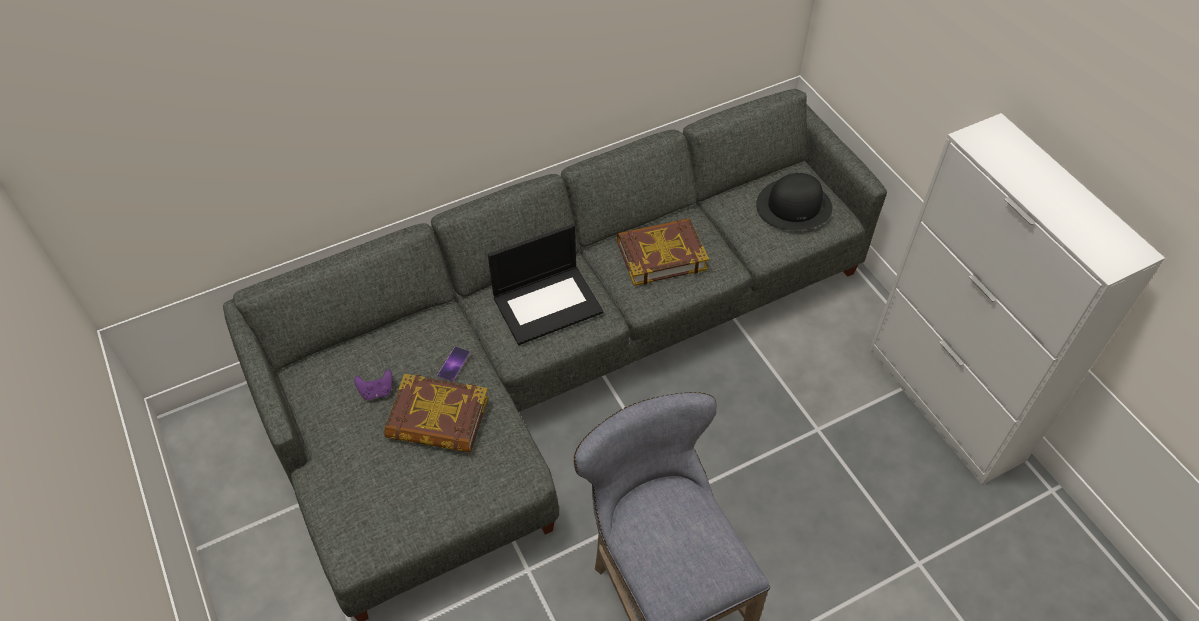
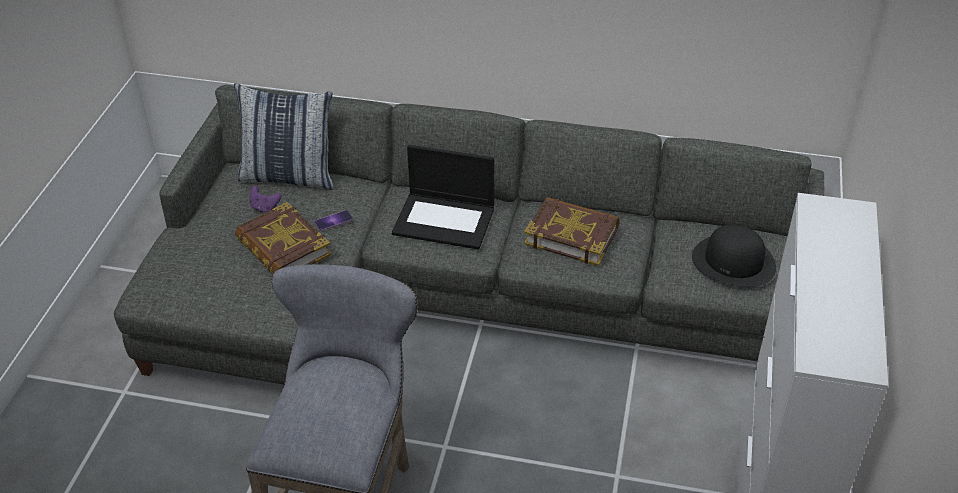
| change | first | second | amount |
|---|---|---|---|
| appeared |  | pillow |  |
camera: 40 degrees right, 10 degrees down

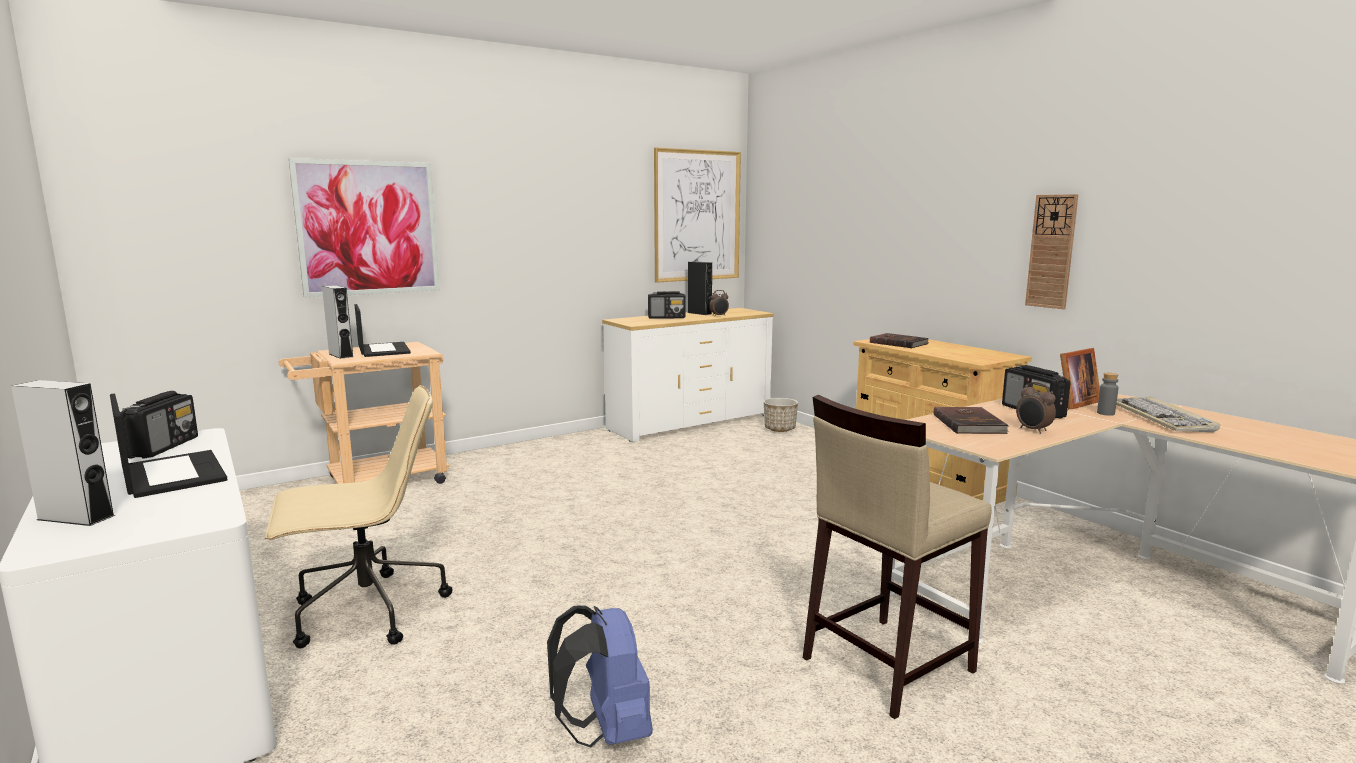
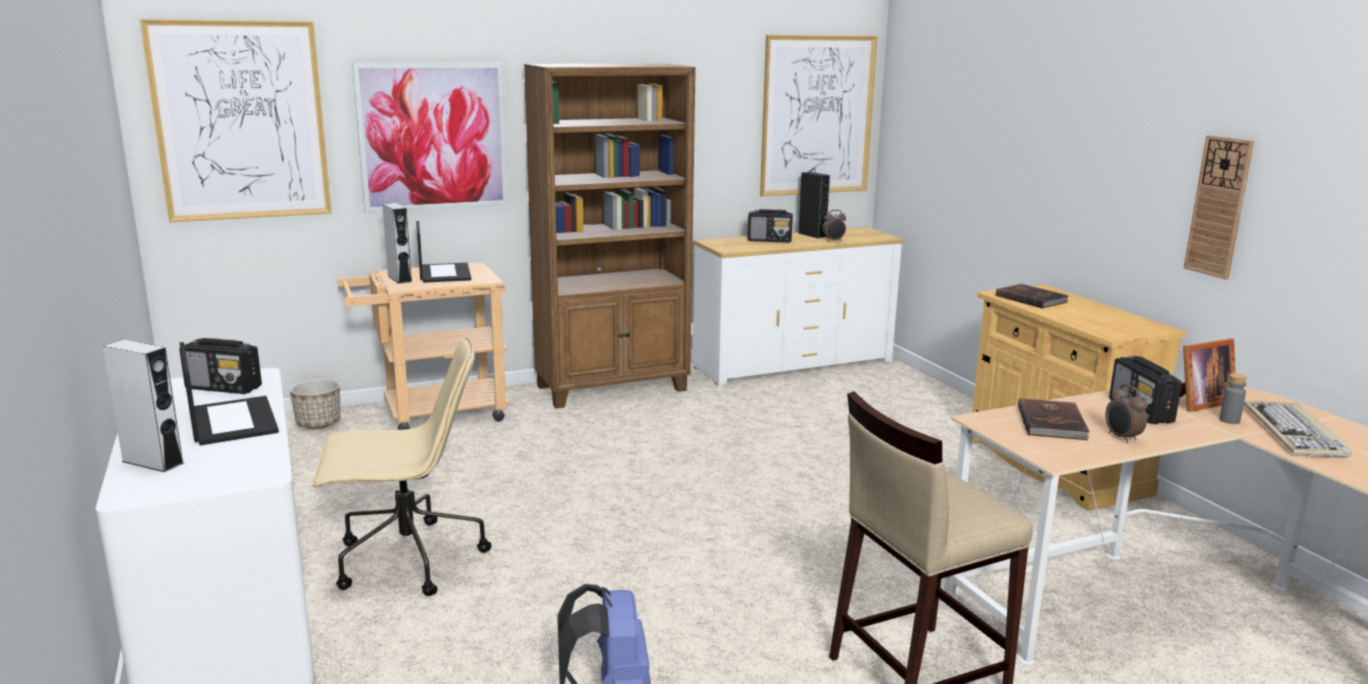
| change | first | second | amount |
|---|---|---|---|
| spun | radio (no. 1 from left) |  | 90 degrees clockwise |
| relocated | planter |  |  |
| appeared |  | picture (no. 1 from left) |  |
| appeared |  | brown bookcase |  |
camera: 10 degrees right, 5 degrees up

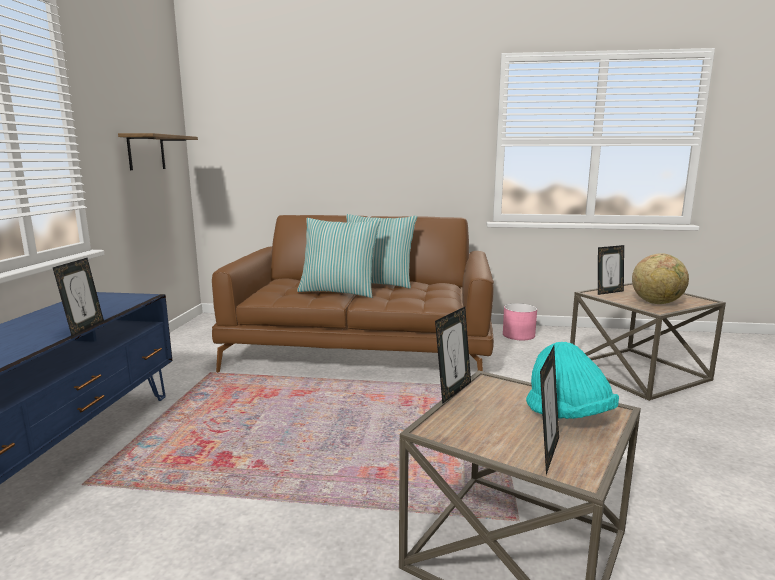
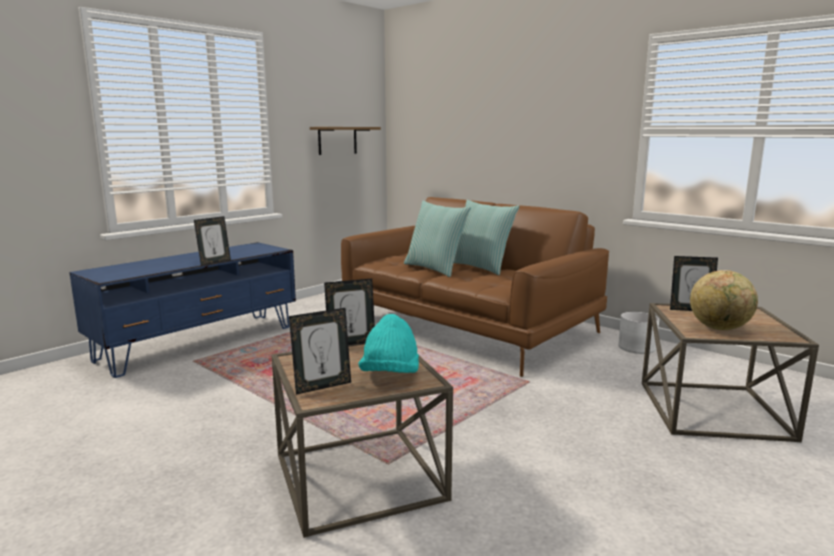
| change | first | second | amount |
|---|---|---|---|
| colour | pink planter | white planter |  |
camera: 35 degrees right, 0 degrees up

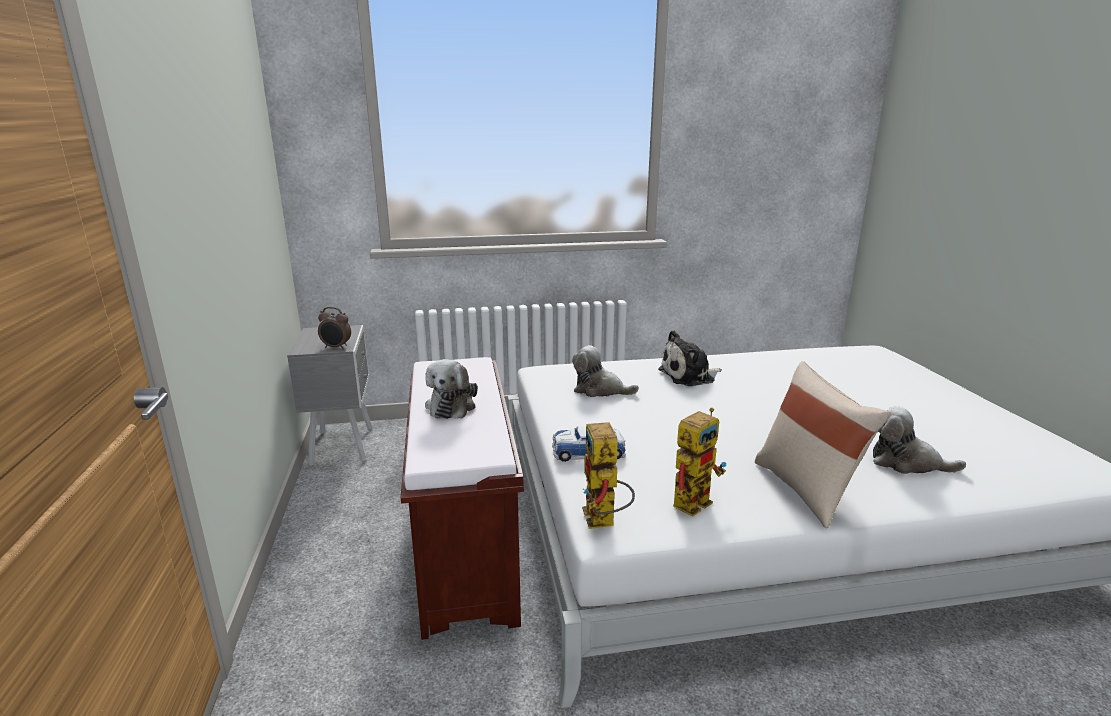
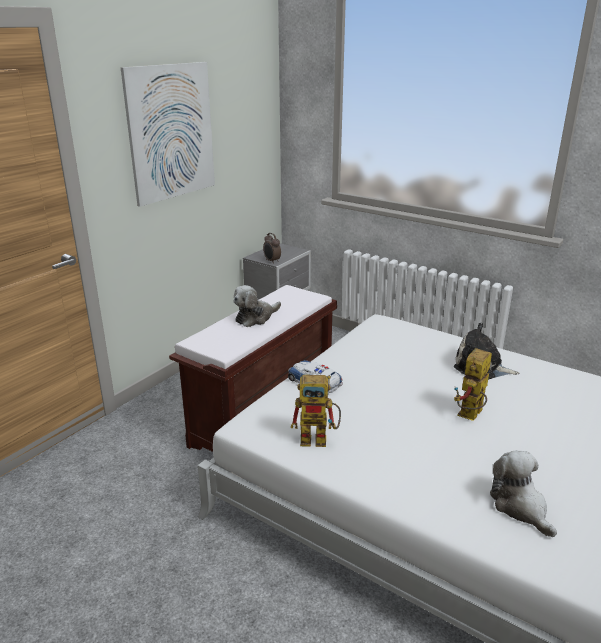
| change | first | second | amount |
|---|---|---|---|
| missing | plush toy (no. 2 from left) |  |  |
| relocated | toy robot (no. 1 from left in the first image) | toy robot (no. 2 from left) |  |
| missing | beige pillow |  |  |
| appeared |  | picture |  |
camera: 45 degrees right, 5 degrees up

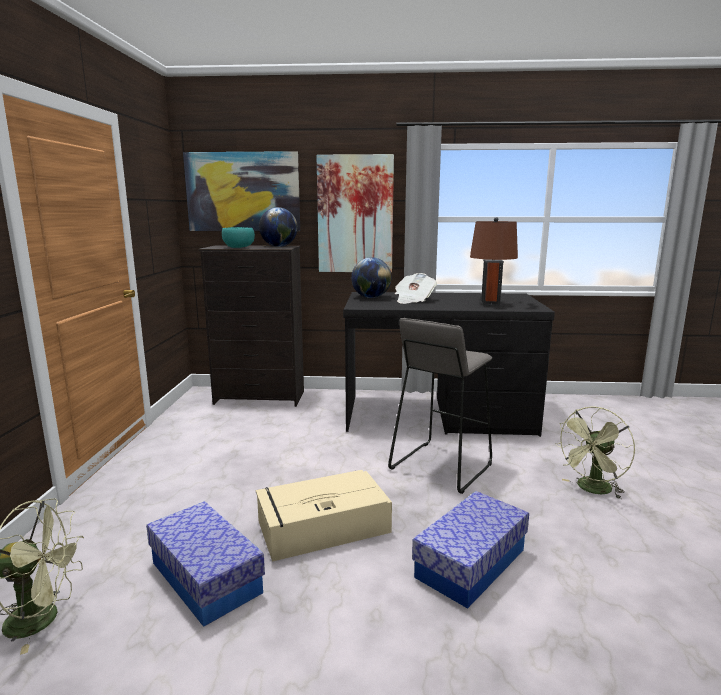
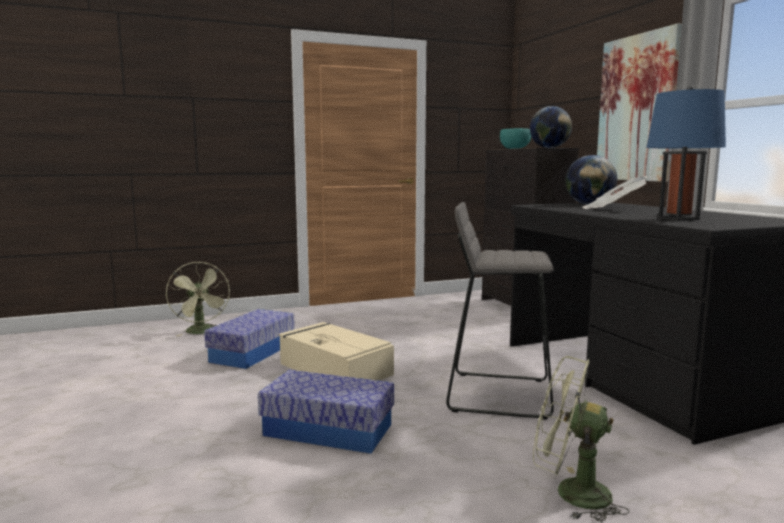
| change | first | second | amount |
|---|---|---|---|
| missing | picture (no. 1 from left) |  |  |
| colour | brown table lamp | blue table lamp |  |
camera: 65 degrees right, 5 degrees down

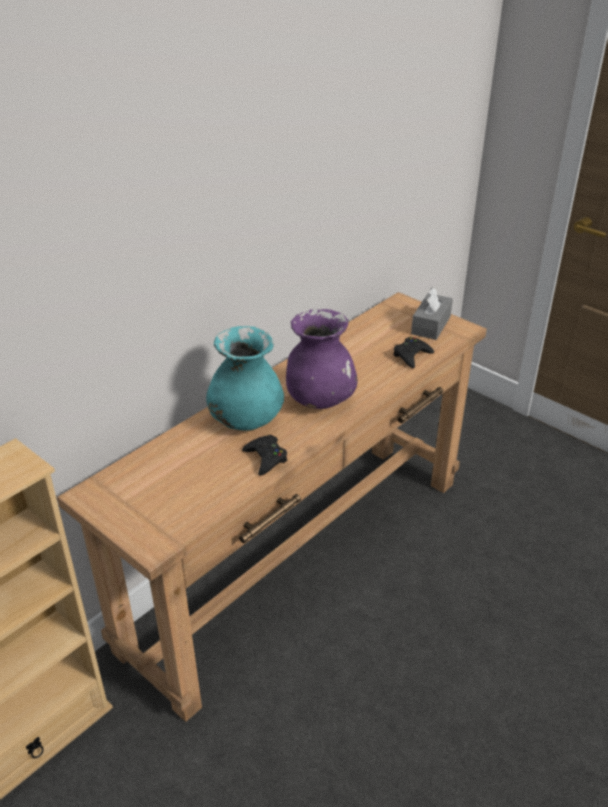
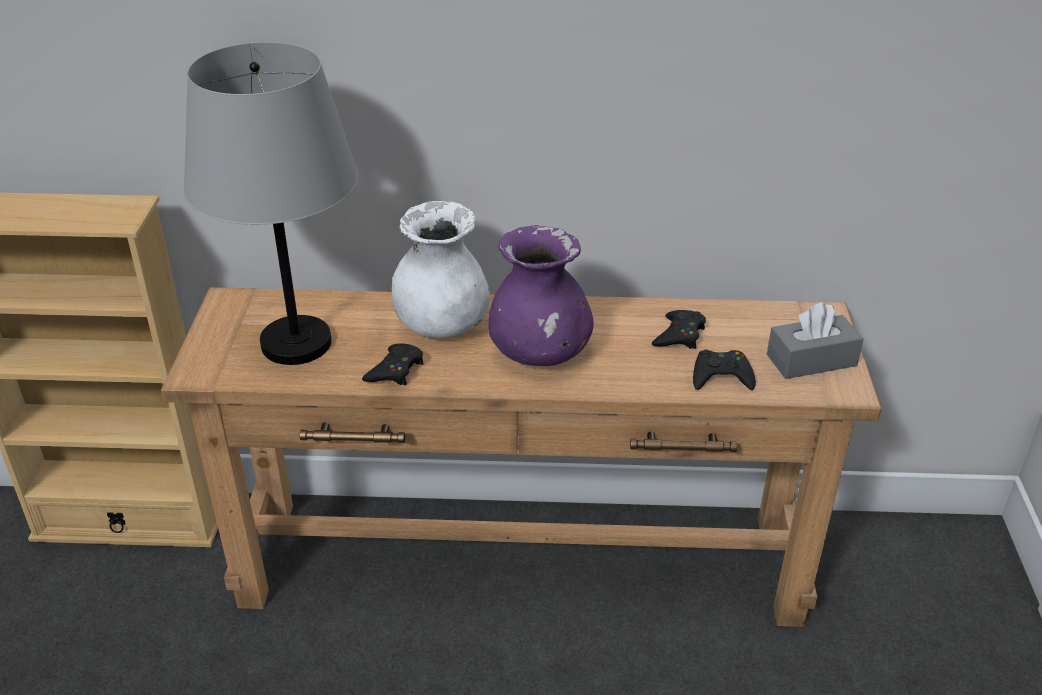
| change | first | second | amount |
|---|---|---|---|
| colour | turquoise vase | white vase |  |
| appeared |  | grey table lamp |  |
| appeared |  | black game controller (no. 2 from left) |  |
camera: 50 degrees right, 0 degrees up

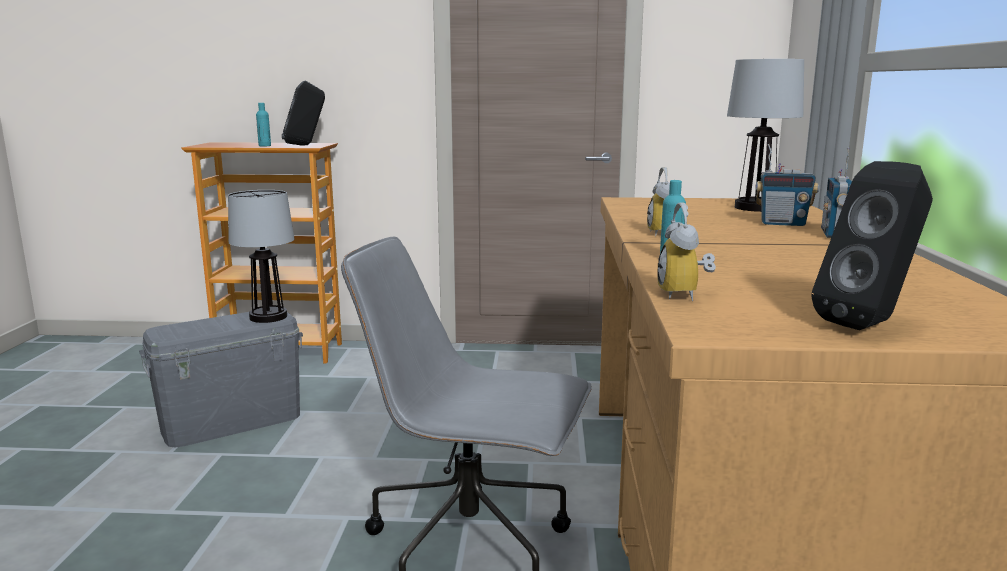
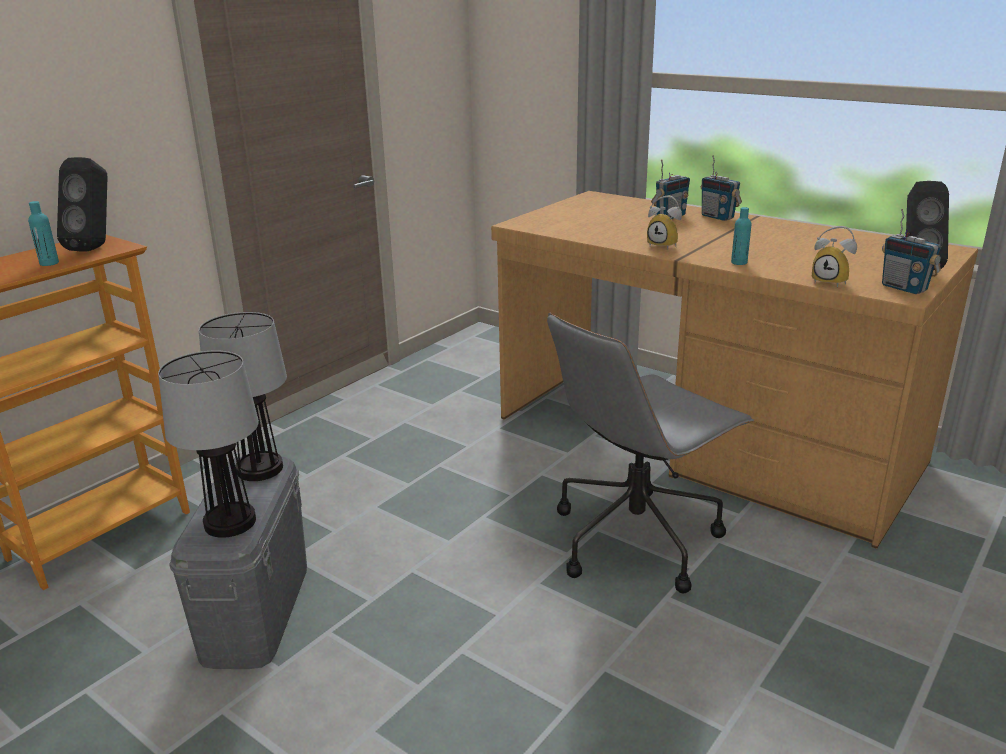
| change | first | second | amount |
|---|---|---|---|
| relocated | table lamp (no. 2 from left in the first image) | table lamp (no. 1 from left) |  |
| appeared |  | radio (no. 3 from left) |  |
camera: 55 degrees left, 10 degrees up

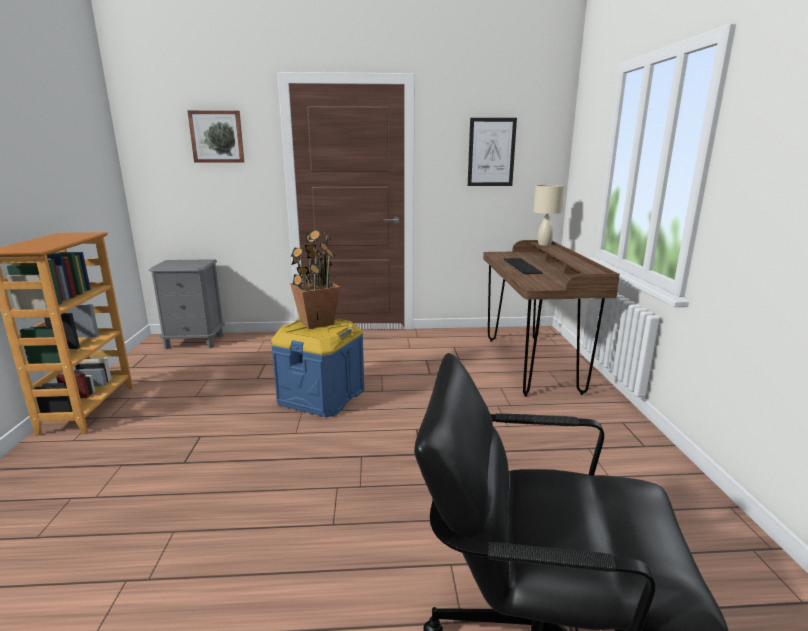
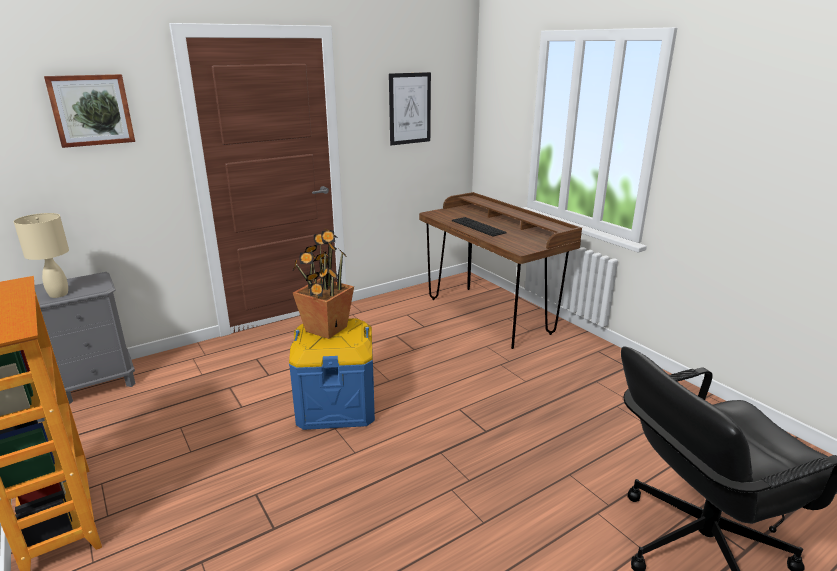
| change | first | second | amount |
|---|---|---|---|
| relocated | beige table lamp |  |  |
camera: 30 degrees left, 5 degrees up

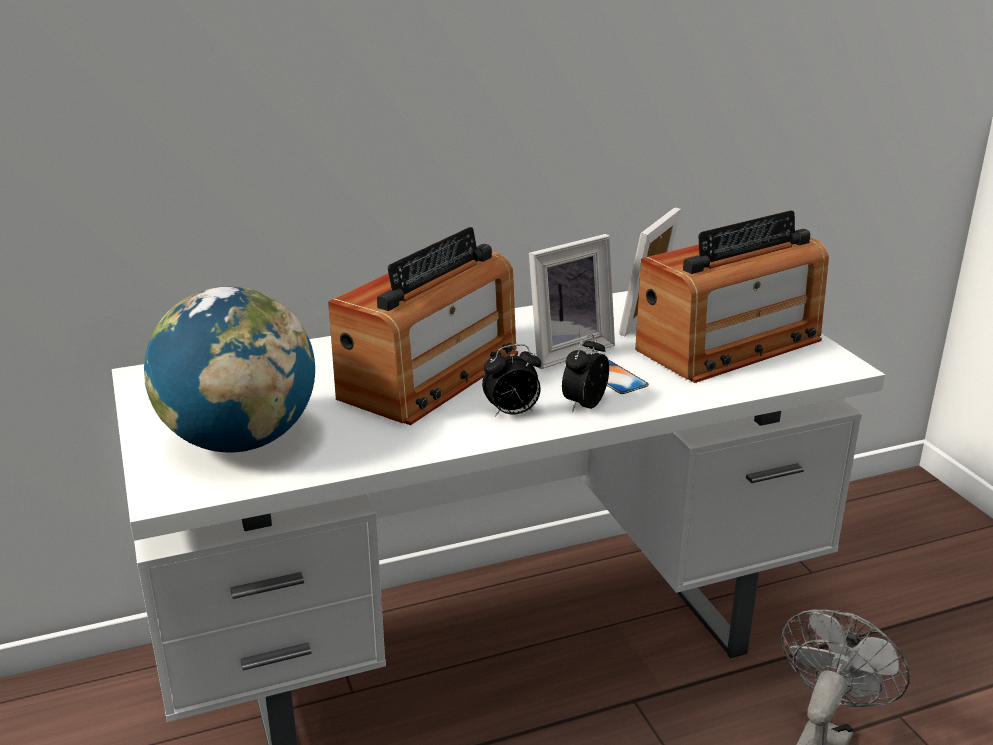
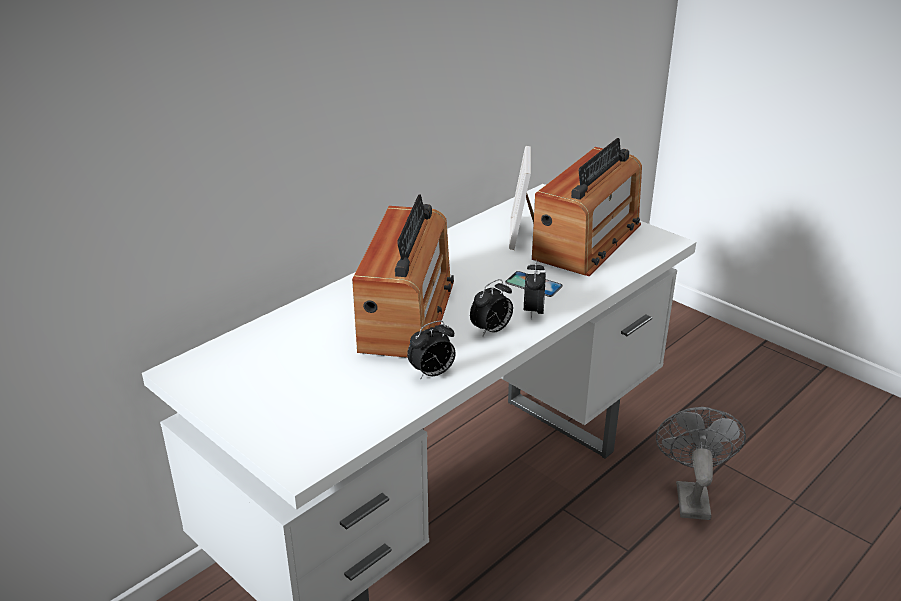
| change | first | second | amount |
|---|---|---|---|
| missing | globe |  |  |
| missing | picture frame (no. 1 from left) |  |  |
| appeared |  | alarm clock (no. 1 from left) |  |
camera: 25 degrees left, 5 degrees up

